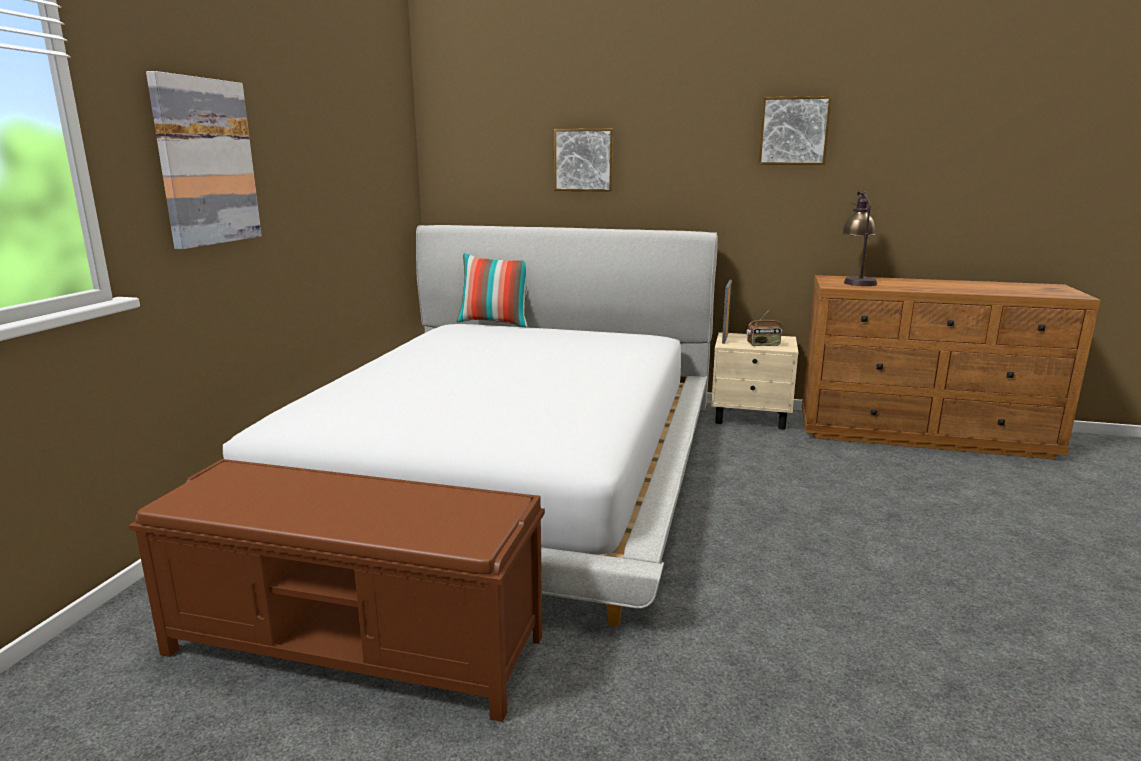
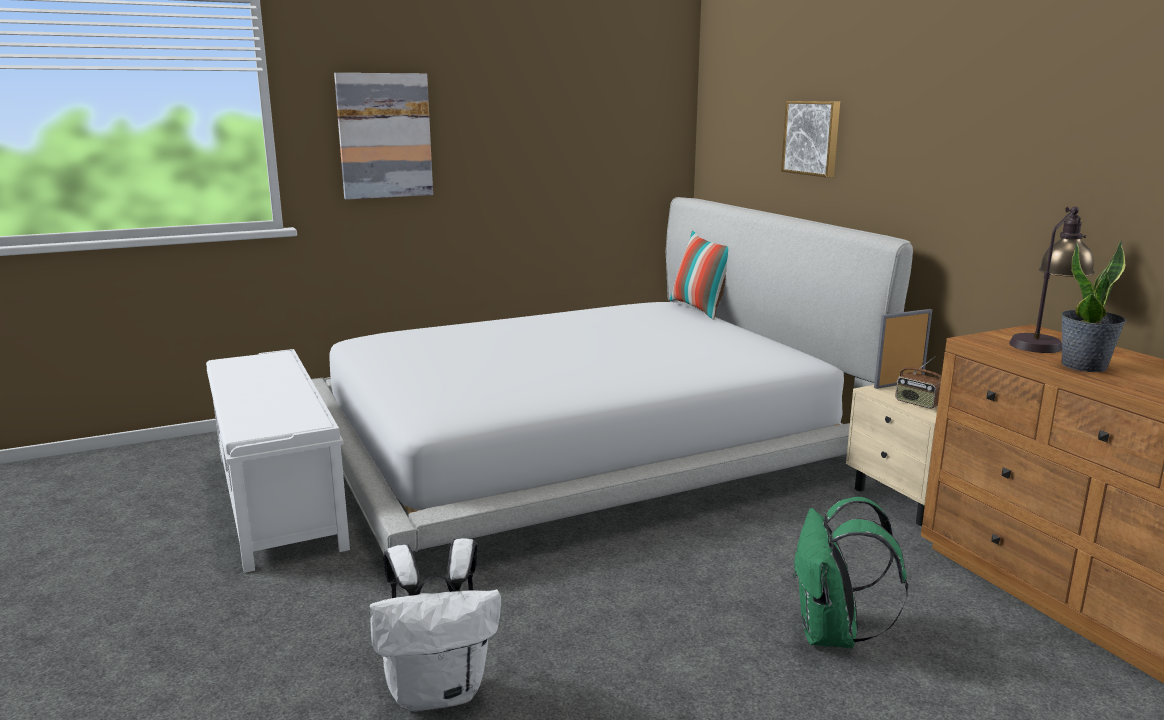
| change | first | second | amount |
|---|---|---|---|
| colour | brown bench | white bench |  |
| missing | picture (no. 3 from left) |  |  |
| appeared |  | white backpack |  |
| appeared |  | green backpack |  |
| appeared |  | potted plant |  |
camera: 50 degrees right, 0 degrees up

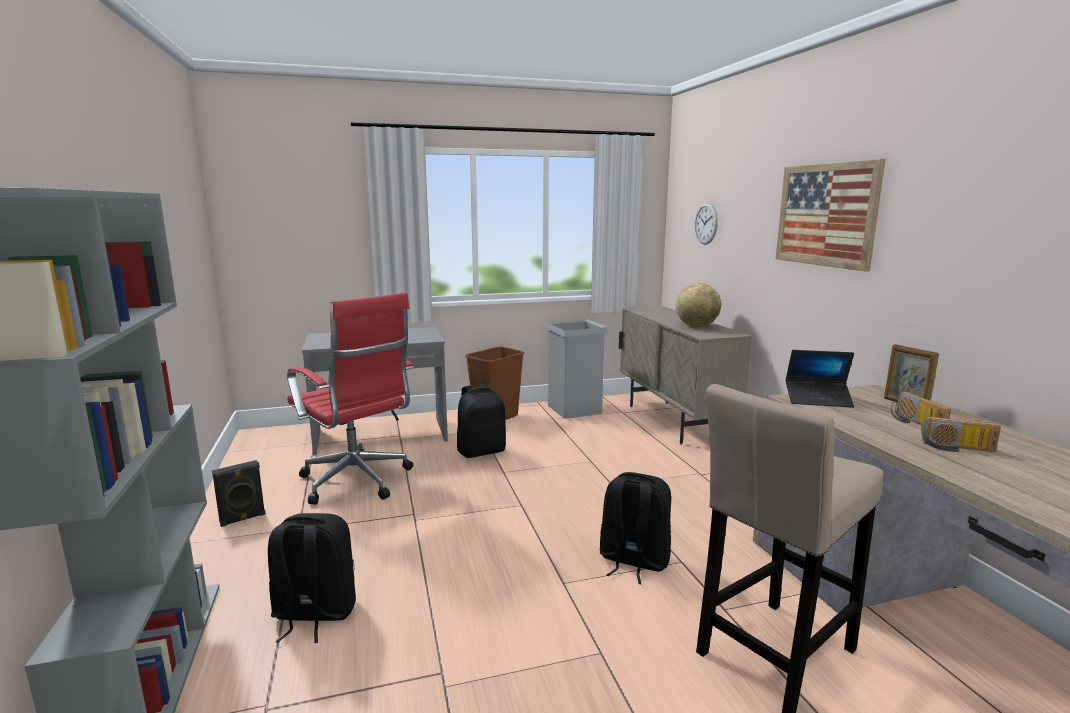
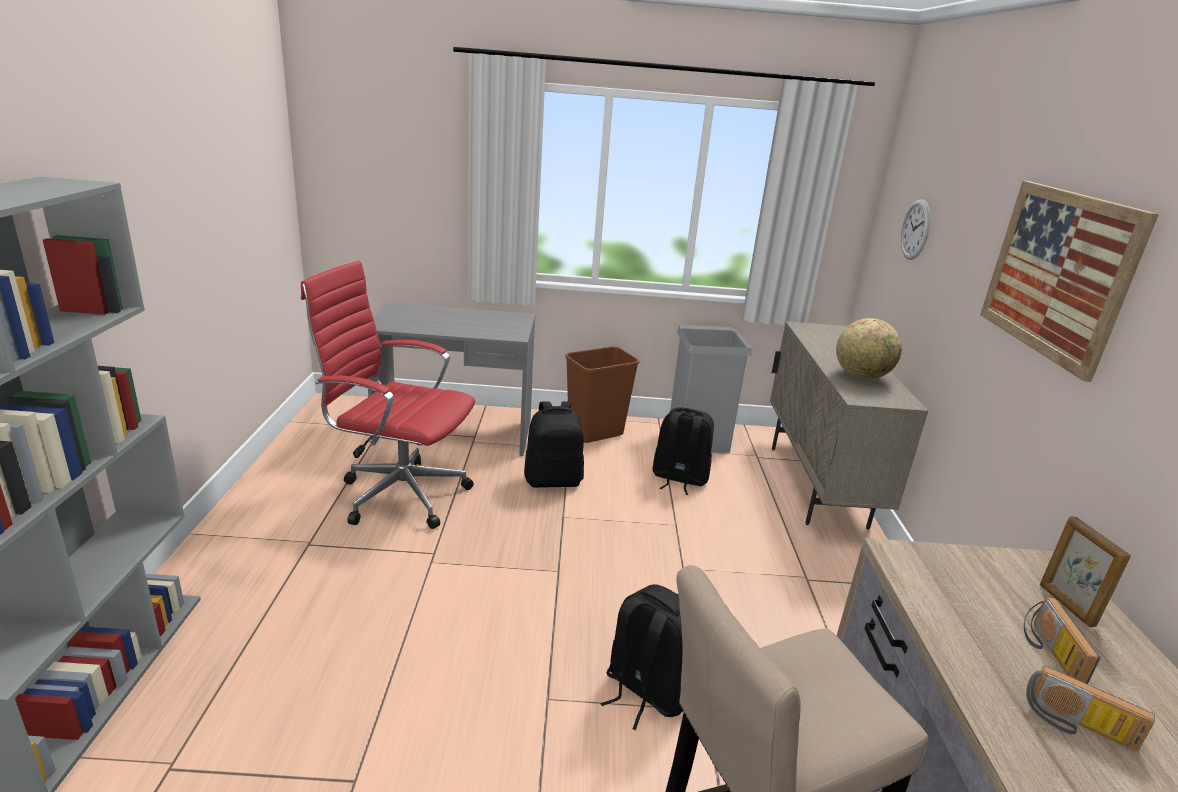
| change | first | second | amount |
|---|---|---|---|
| missing | black speaker |  |  |
| relocated | black backpack (no. 1 from left in the first image) | black backpack (no. 3 from left) |  |
| spun | red office chair |  | 135 degrees clockwise |
| missing | laptop |  |  |
camera: 15 degrees right, 10 degrees up

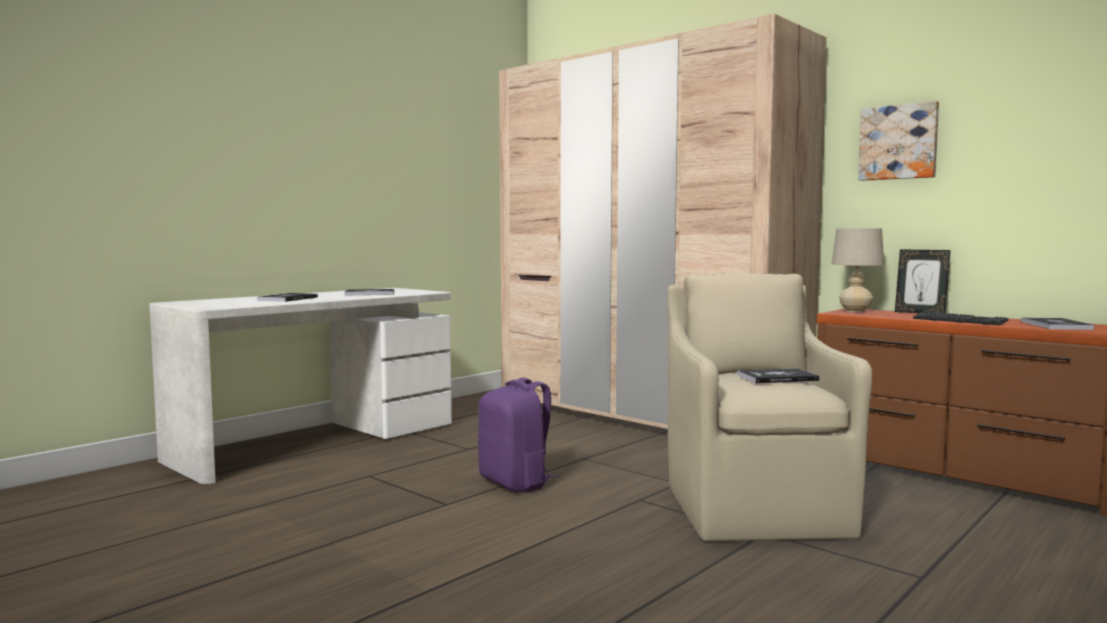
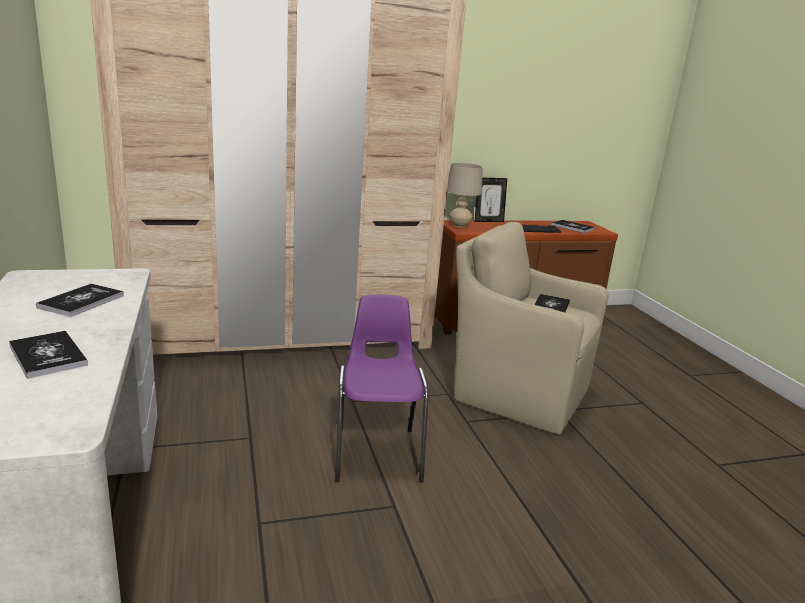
| change | first | second | amount |
|---|---|---|---|
| exchanged | purple backpack | purple chair |  |
| missing | picture |  |  |
camera: 60 degrees left, 15 degrees up

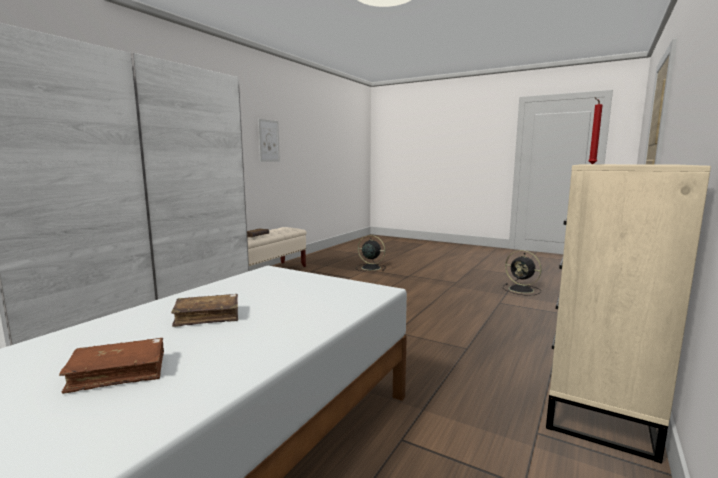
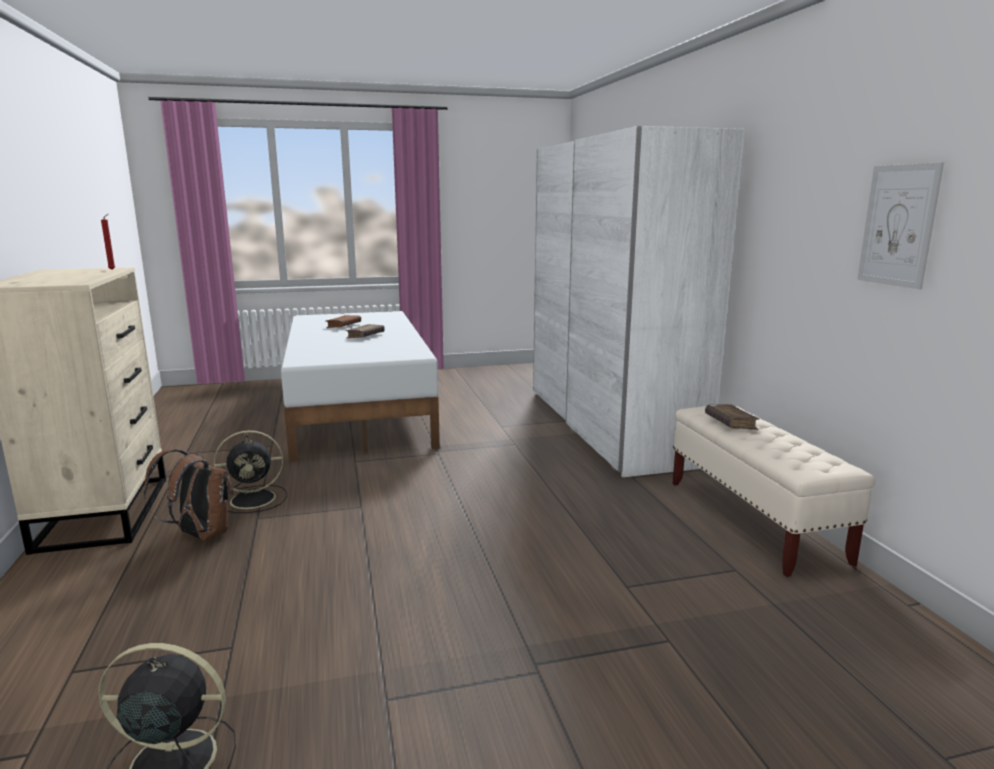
| change | first | second | amount |
|---|---|---|---|
| relocated | black fan (no. 1 from left in the first image) | black fan (no. 2 from left) |  |
| appeared |  | brown backpack |  |
camera: 135 degrees right, 5 degrees up

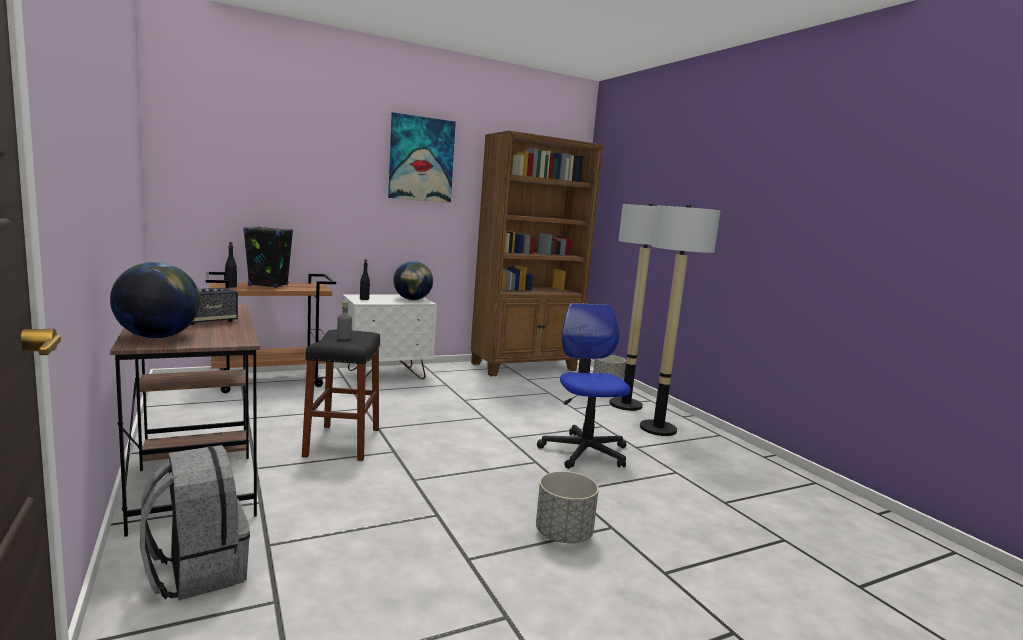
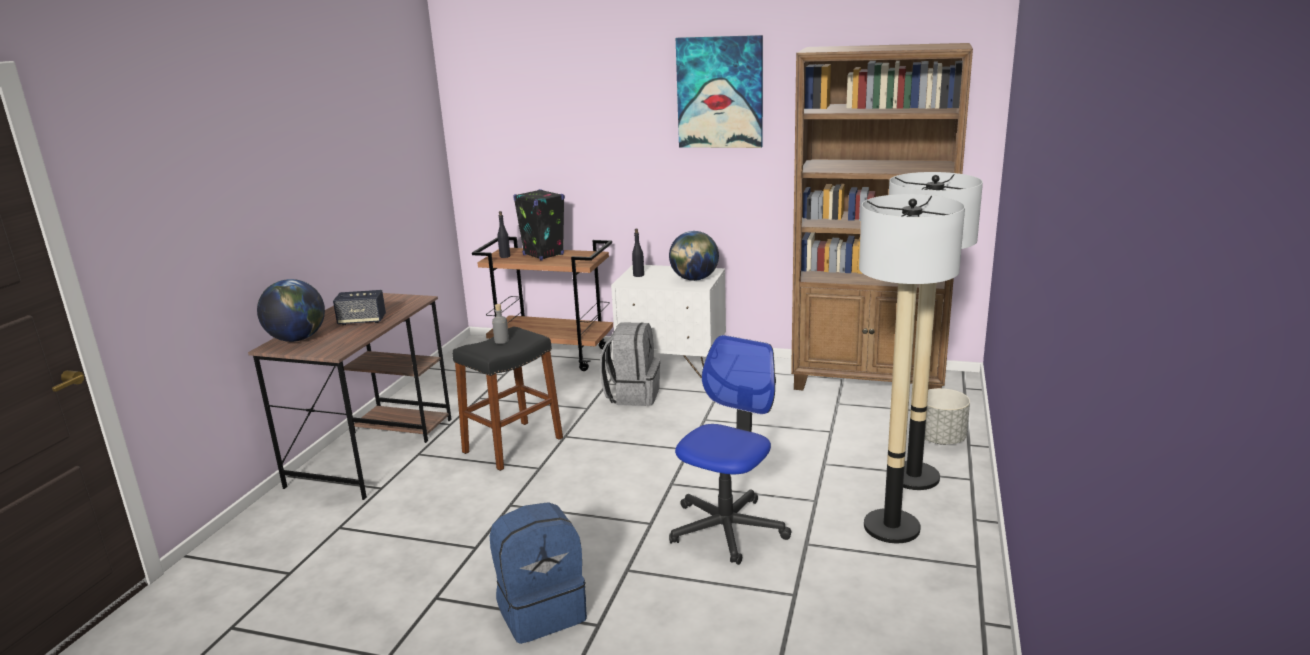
| change | first | second | amount |
|---|---|---|---|
| relocated | grey backpack |  |  |
| exchanged | grey planter (no. 1 from left) | blue backpack |  |
camera: 45 degrees right, 10 degrees up

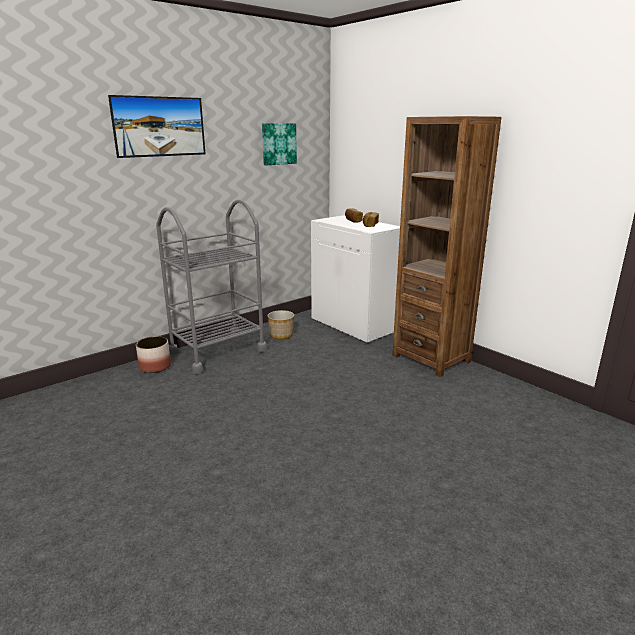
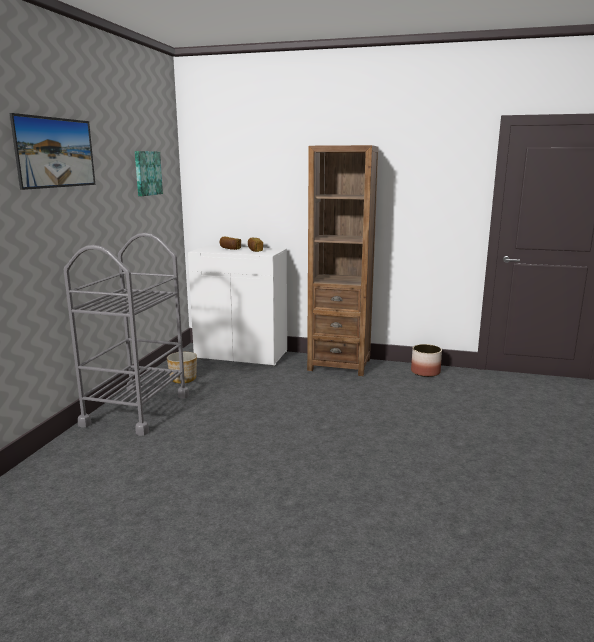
| change | first | second | amount |
|---|---|---|---|
| relocated | planter (no. 1 from left in the first image) | planter (no. 2 from left) |  |
camera: 35 degrees left, 5 degrees down

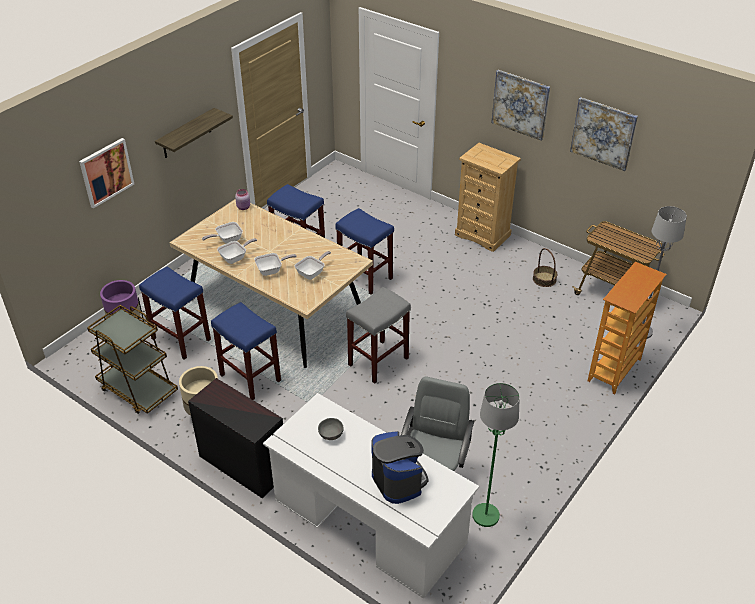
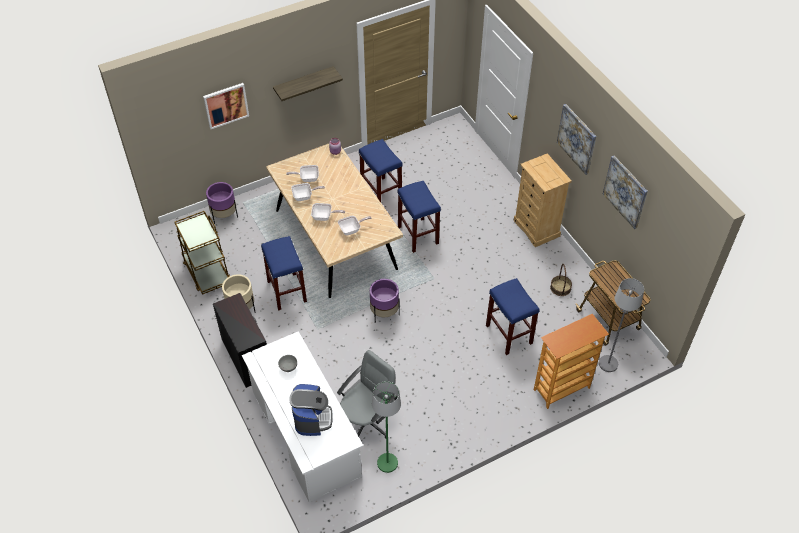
| change | first | second | amount |
|---|---|---|---|
| relocated | blue stool (no. 1 from left in the first image) | blue stool (no. 4 from left) |  |
| exchanged | grey stool | purple planter (no. 2 from left) |  |
camera: 25 degrees right, 10 degrees up

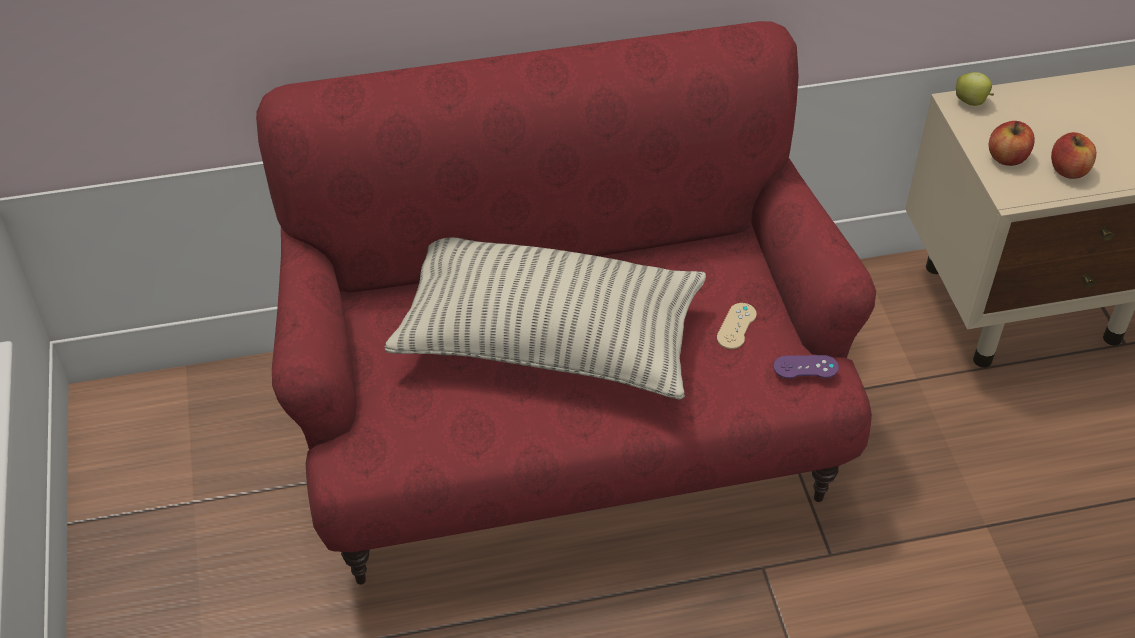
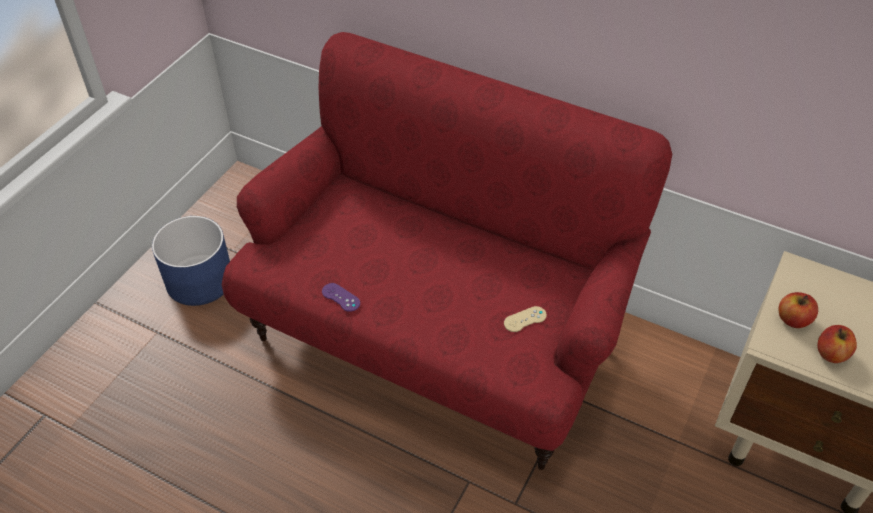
| change | first | second | amount |
|---|---|---|---|
| missing | pillow |  |  |
| relocated | purple game controller |  |  |
| missing | apple (no. 1 from left) |  |  |
| appeared |  | blue planter |  |
camera: 40 degrees right, 0 degrees up

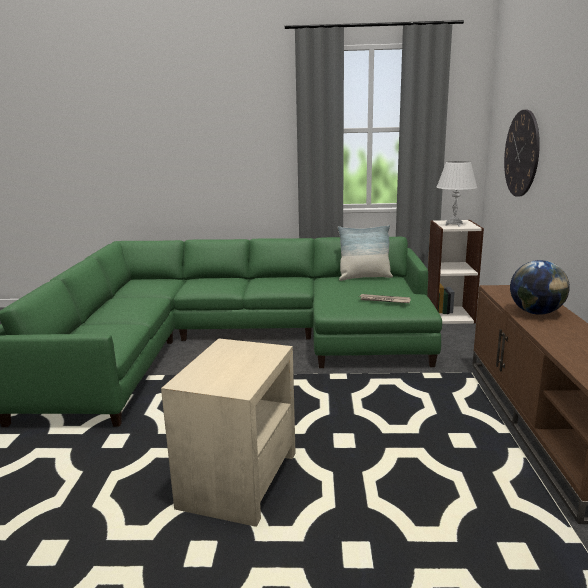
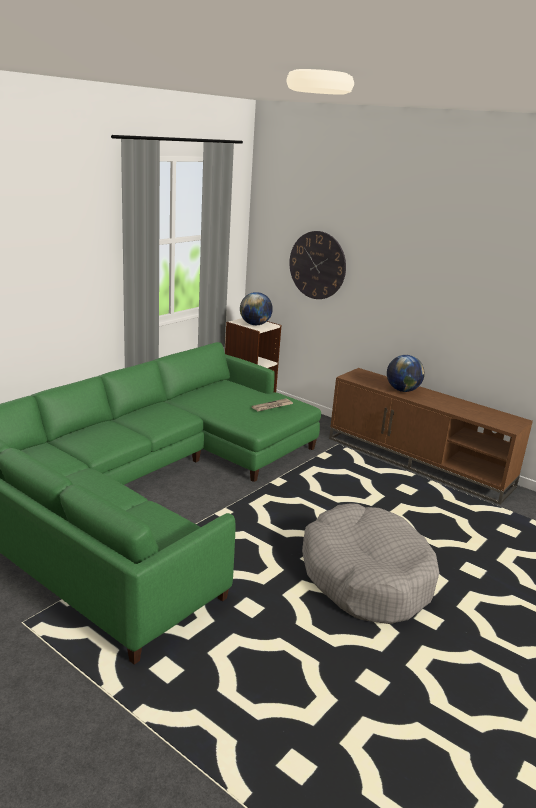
| change | first | second | amount |
|---|---|---|---|
| exchanged | beige side table | grey dog bed |  |
| missing | pillow |  |  |
| exchanged | white table lamp | globe (no. 1 from left) |  |
camera: 55 degrees left, 5 degrees up

